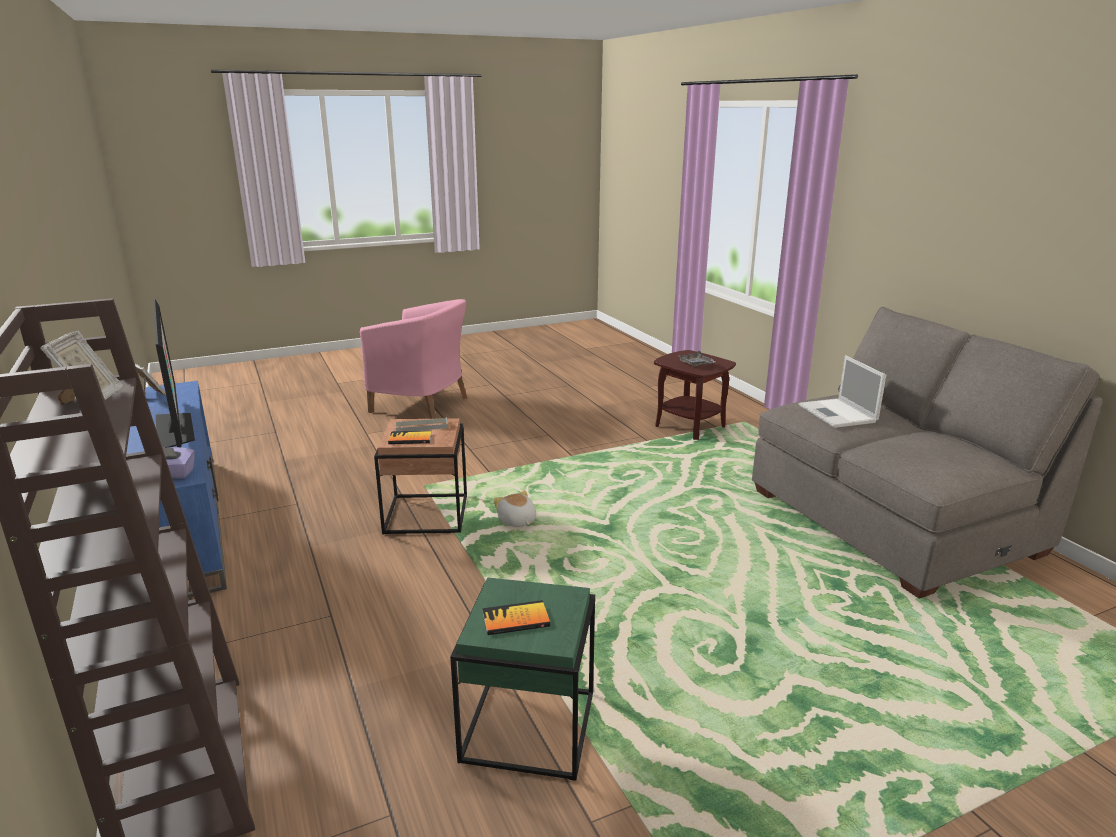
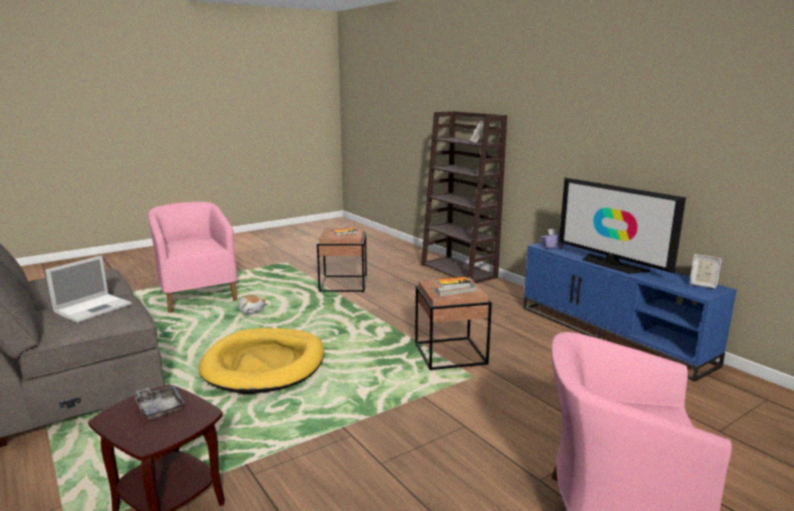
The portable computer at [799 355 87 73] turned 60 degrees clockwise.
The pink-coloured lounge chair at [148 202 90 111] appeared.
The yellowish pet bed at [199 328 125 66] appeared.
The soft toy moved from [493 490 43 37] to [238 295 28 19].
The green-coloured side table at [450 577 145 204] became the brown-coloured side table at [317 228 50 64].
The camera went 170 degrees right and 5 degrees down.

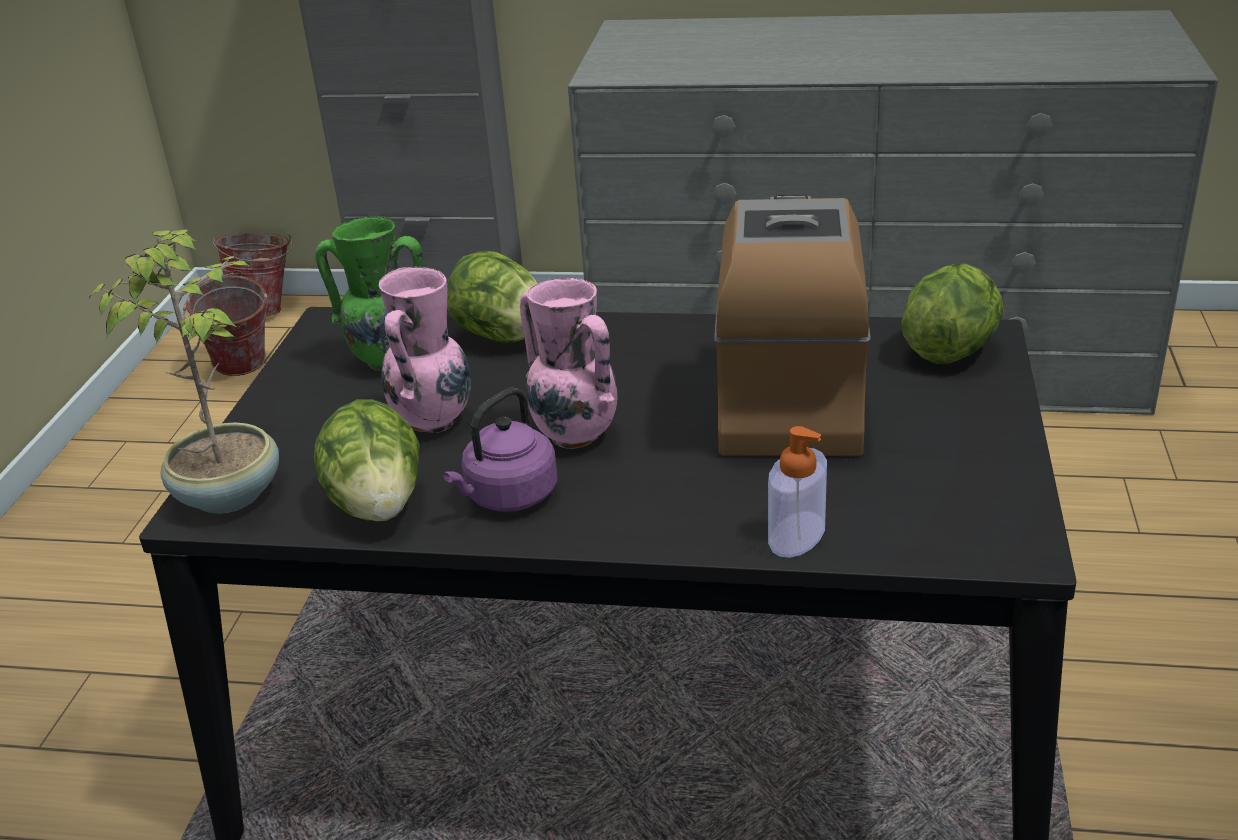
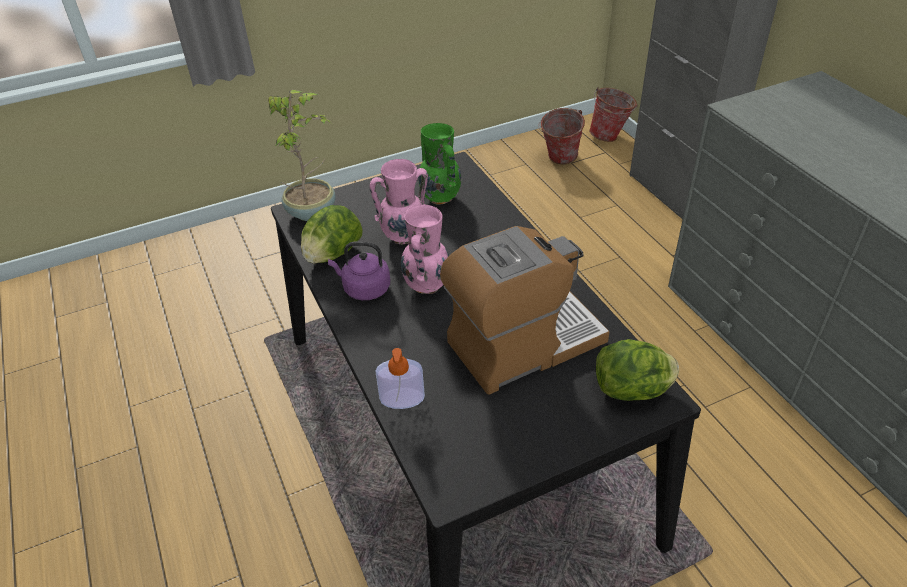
The head of lettuce at [447 251 91 92] disappeared.
The camera went 55 degrees right and 10 degrees up.

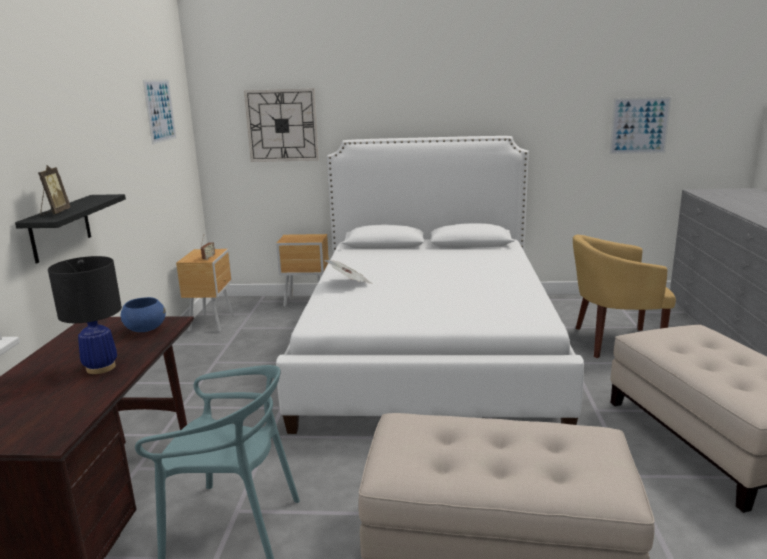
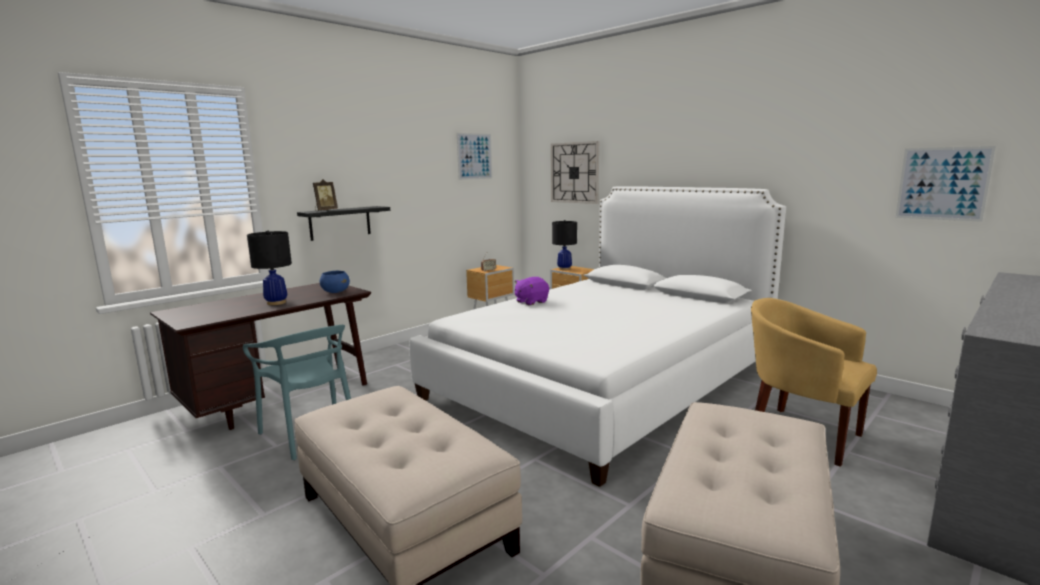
The printed paper at [324 260 49 24] was replaced by the purple-coloured soft toy at [515 277 34 28].
The blackish lamp for a table at [552 220 25 50] appeared.
The camera went 40 degrees right and 5 degrees down.

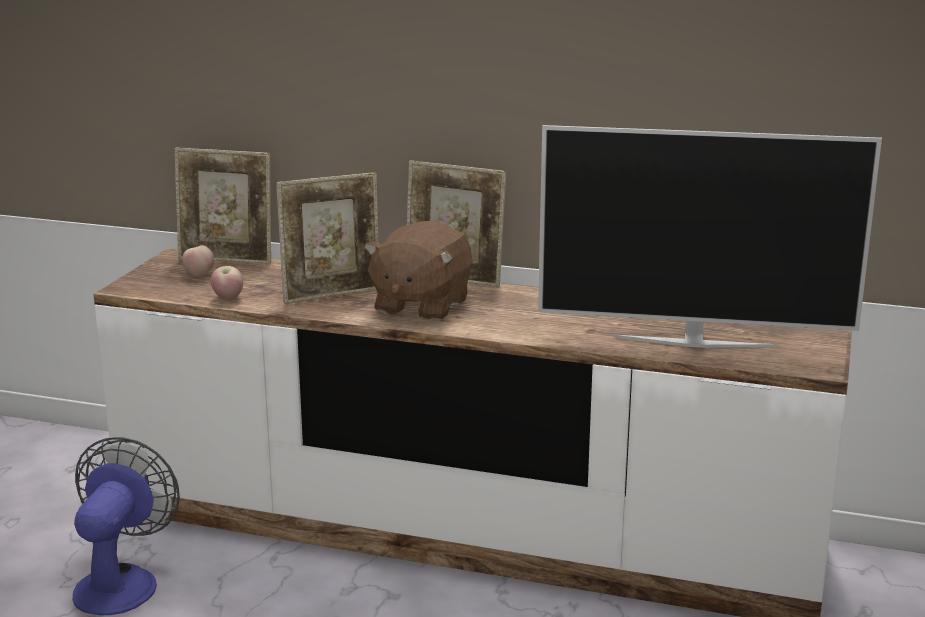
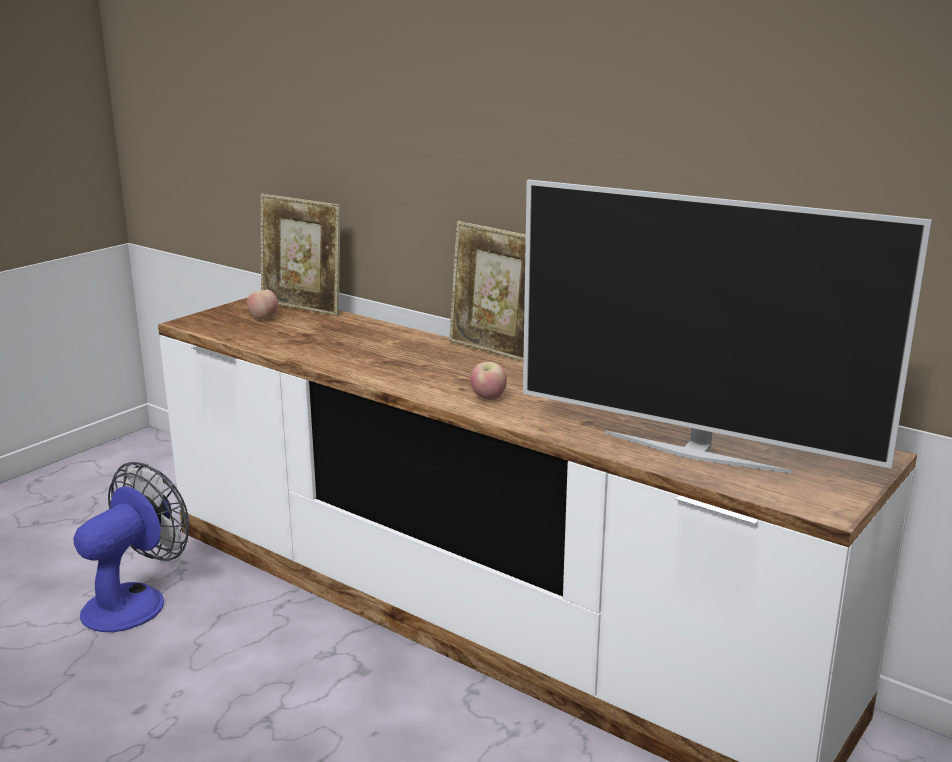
The apple moved from [211 266 32 33] to [470 362 37 38].
The standing frame at [276 173 103 131] disappeared.
The brown-coloured soft toy at [364 221 108 100] disappeared.
The camera went 20 degrees right and 0 degrees up.

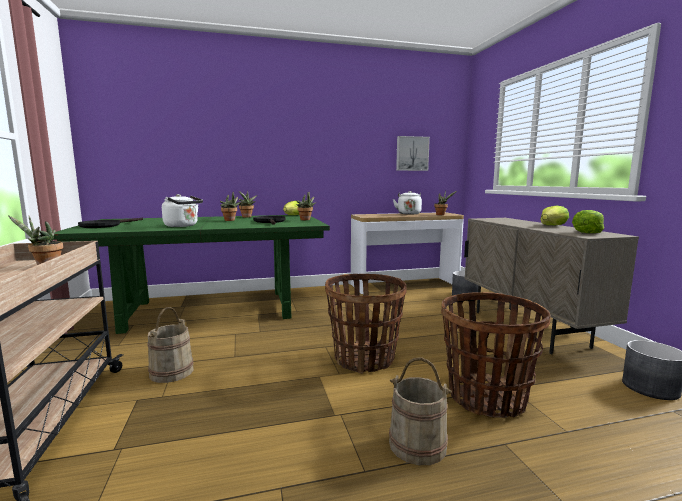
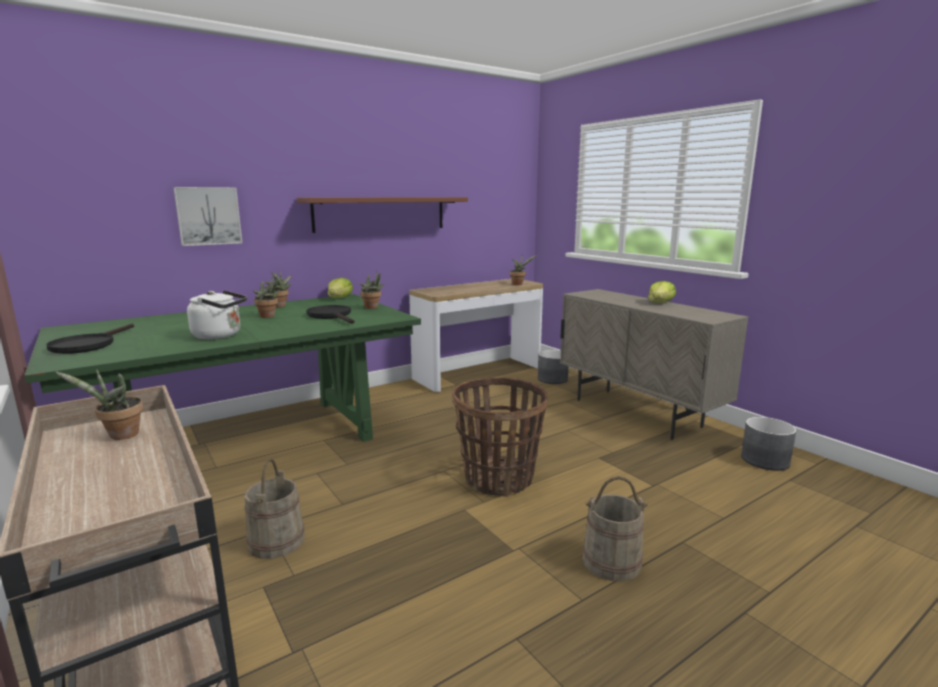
The picture moved from [396 136 34 35] to [173 187 70 59].
The brown-coloured bracket shelf at [297 197 171 36] appeared.
The white-coloured kettle at [393 191 29 24] disappeared.
The basket at [441 292 109 126] disappeared.
The head of lettuce at [572 210 32 23] disappeared.
The camera went 20 degrees left and 5 degrees up.

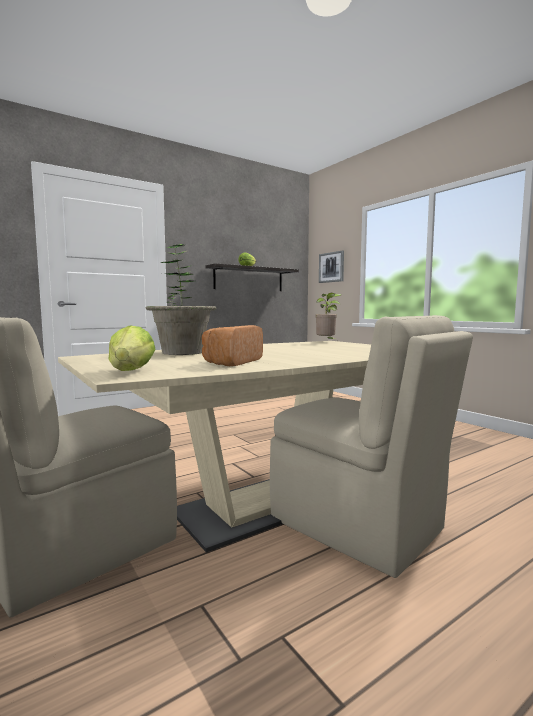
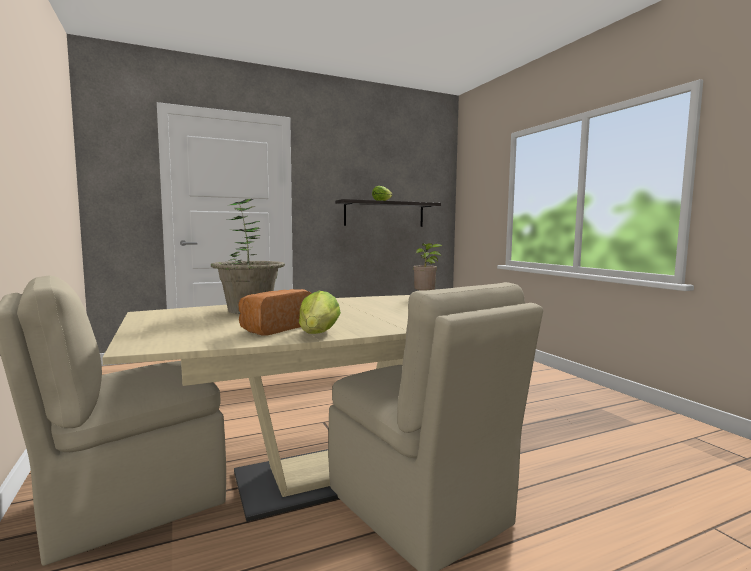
The head of lettuce moved from [109 325 46 46] to [299 291 42 43].
The picture at [319 250 25 33] disappeared.
The camera went 10 degrees right and 0 degrees up.

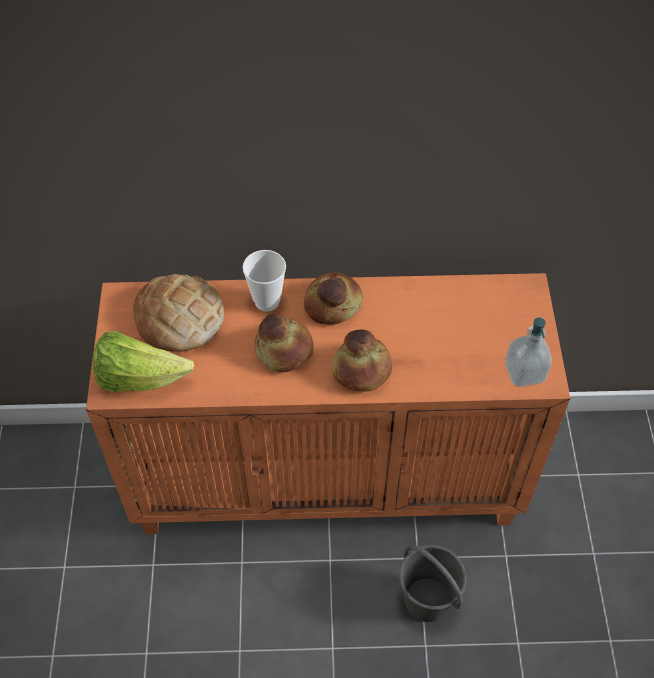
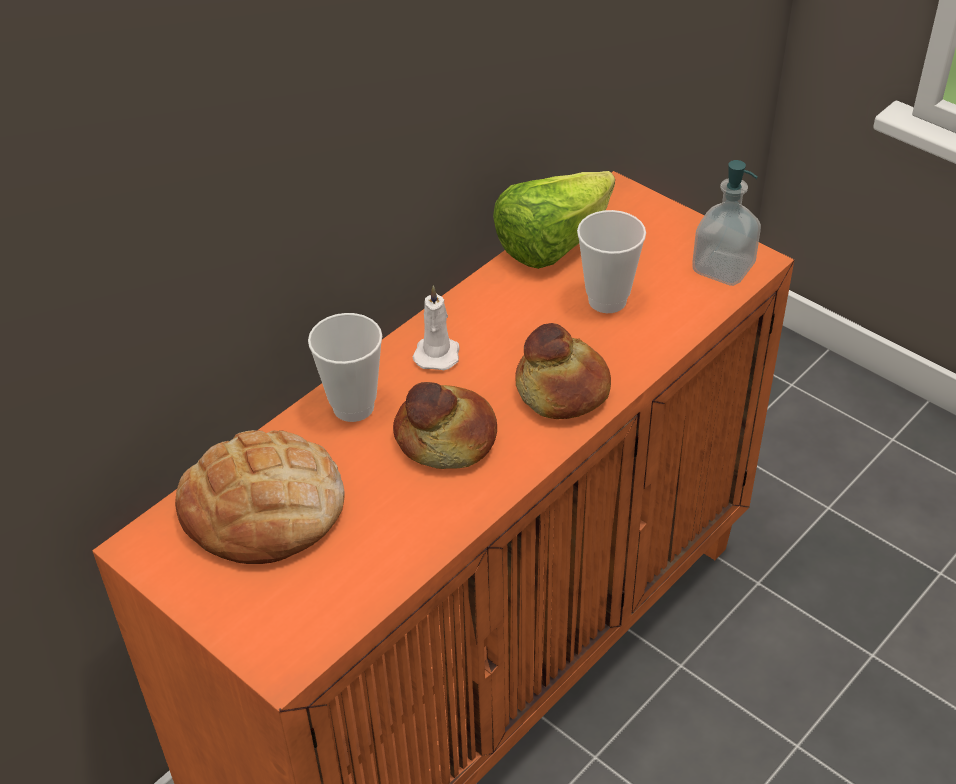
The bakery bread at [304 272 59 53] was replaced by the white-coloured wax candle at [413 285 47 85].
The head of lettuce moved from [93 331 101 61] to [493 171 122 98].
The small cup at [577 210 69 103] appeared.
The gray bucket at [399 544 68 78] disappeared.
The camera went 45 degrees left and 10 degrees down.

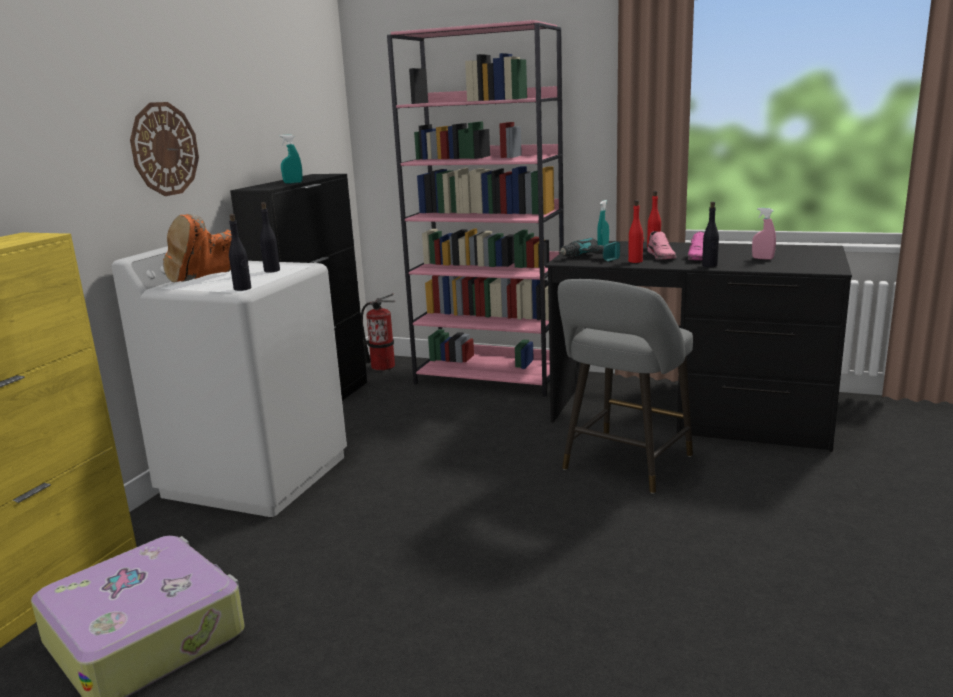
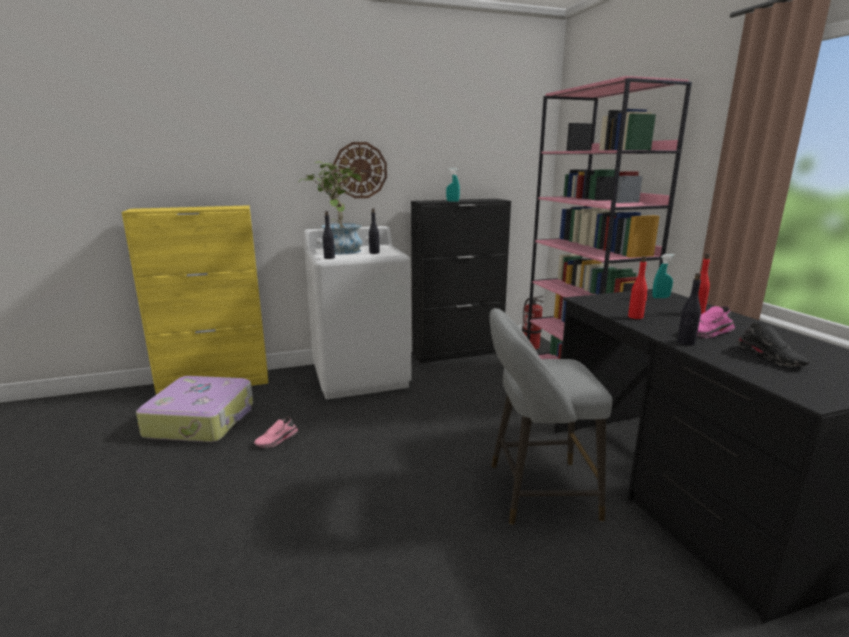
The pink-coloured item of footwear moved from [647 231 30 28] to [254 417 44 31].
The orangey boot at [163 214 69 68] was replaced by the houseplant at [298 161 66 93].
The pink-coloured hand sprayer at [752 208 24 52] was replaced by the blackish item of footwear at [737 323 72 44].
The drill at [559 238 61 23] disappeared.
The camera went 50 degrees right and 0 degrees up.

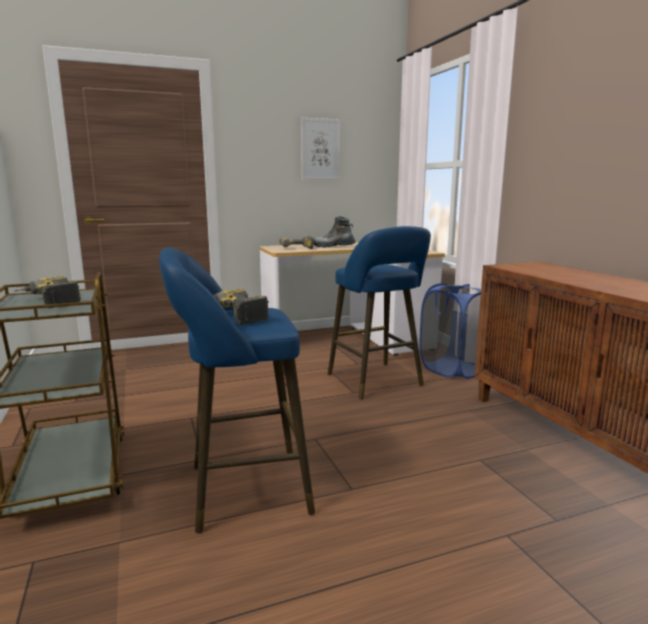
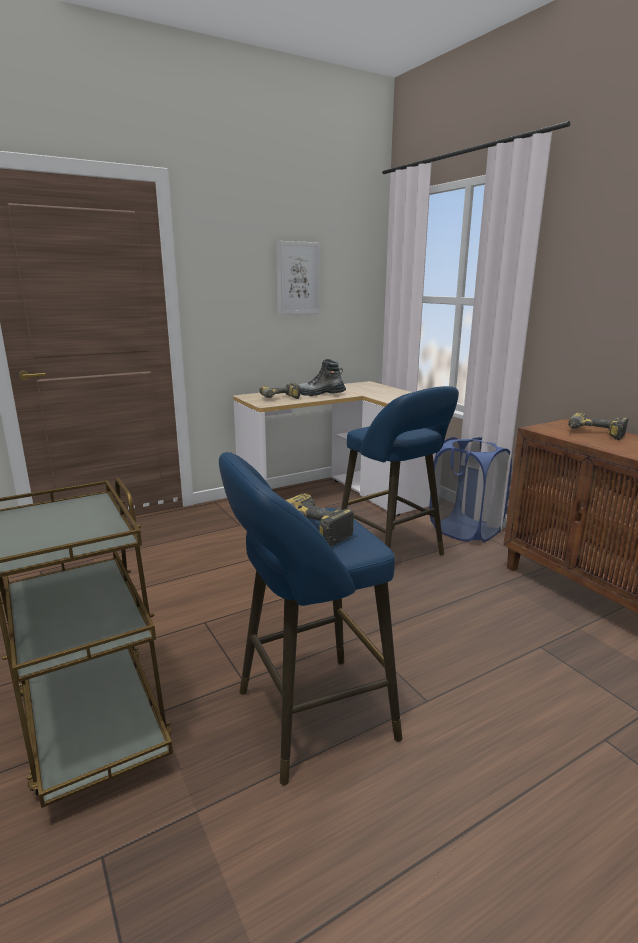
The drill moved from [14 276 67 32] to [568 412 61 28].
The camera went 10 degrees left and 5 degrees up.

